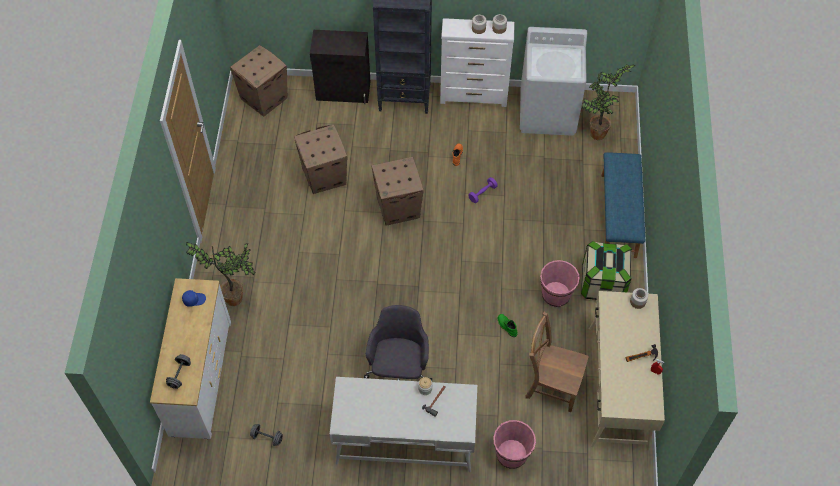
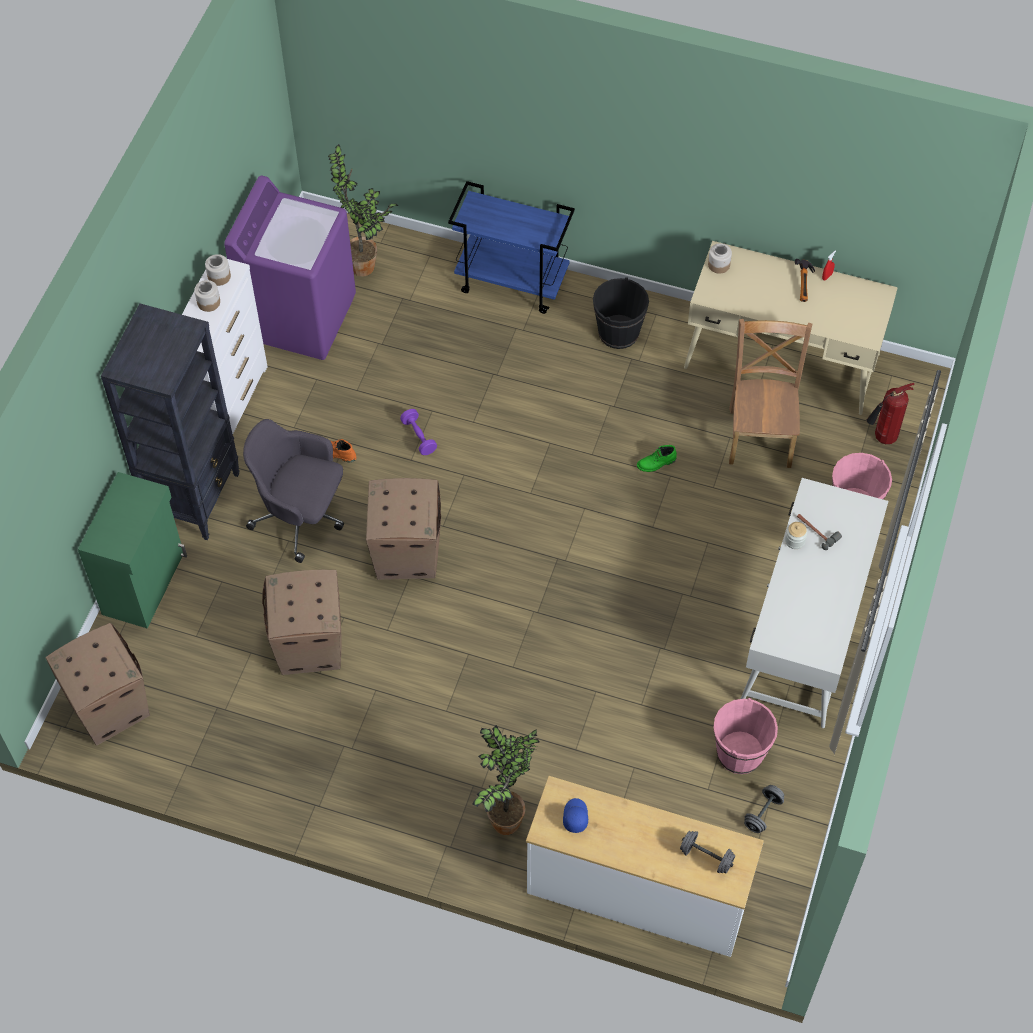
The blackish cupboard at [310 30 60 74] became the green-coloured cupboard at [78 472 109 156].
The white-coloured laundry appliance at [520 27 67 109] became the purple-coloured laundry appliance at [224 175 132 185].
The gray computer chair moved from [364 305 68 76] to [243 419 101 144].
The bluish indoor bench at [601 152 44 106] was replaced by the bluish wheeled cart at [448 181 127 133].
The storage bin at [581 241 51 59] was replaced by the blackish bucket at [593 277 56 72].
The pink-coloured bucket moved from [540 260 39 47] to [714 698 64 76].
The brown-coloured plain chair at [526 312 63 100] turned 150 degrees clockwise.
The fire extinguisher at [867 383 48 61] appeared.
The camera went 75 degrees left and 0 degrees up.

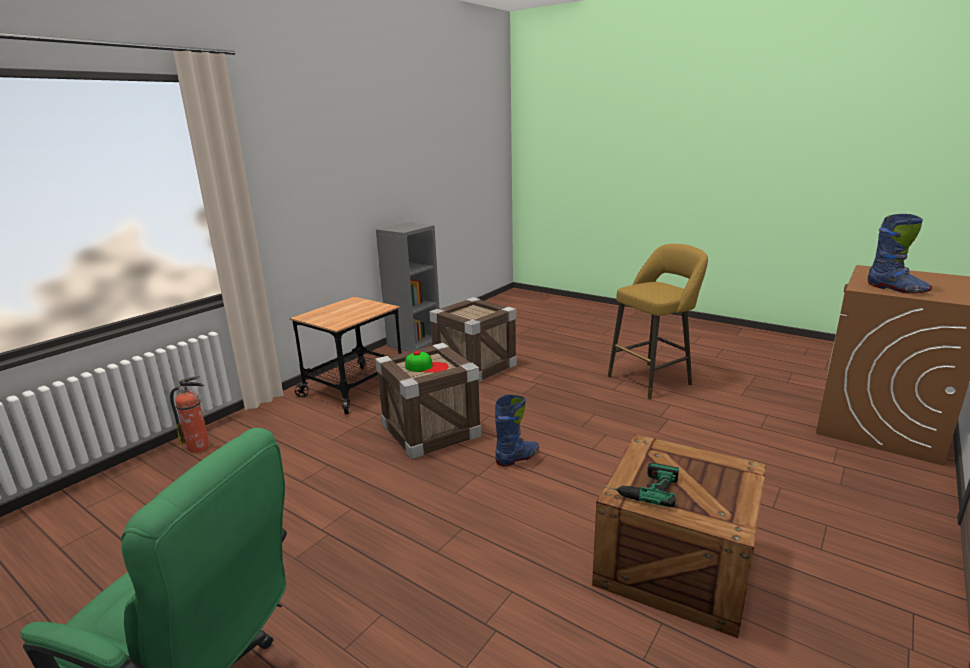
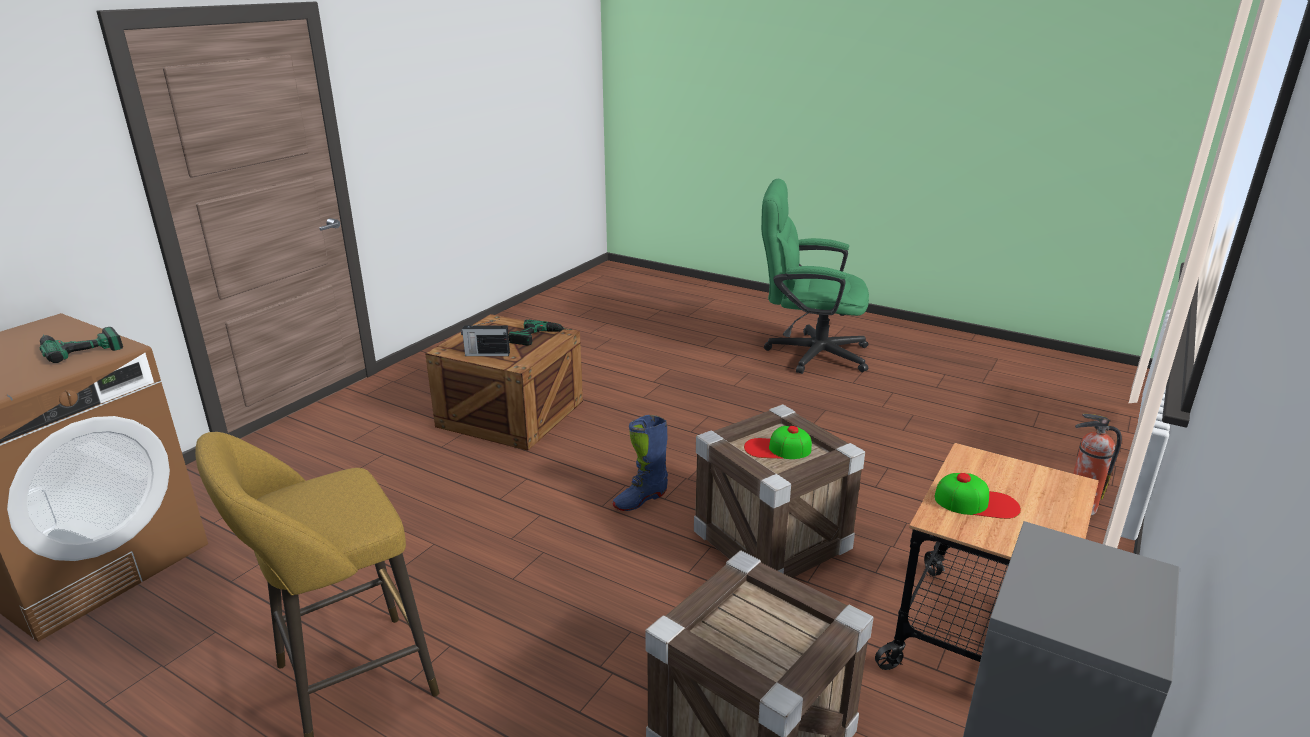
The bluish boot at [868 214 64 79] was replaced by the drill at [40 327 83 36].
The radio receiver at [461 319 49 37] appeared.
The peaked cap at [934 473 87 46] appeared.
The camera went 175 degrees right and 5 degrees up.

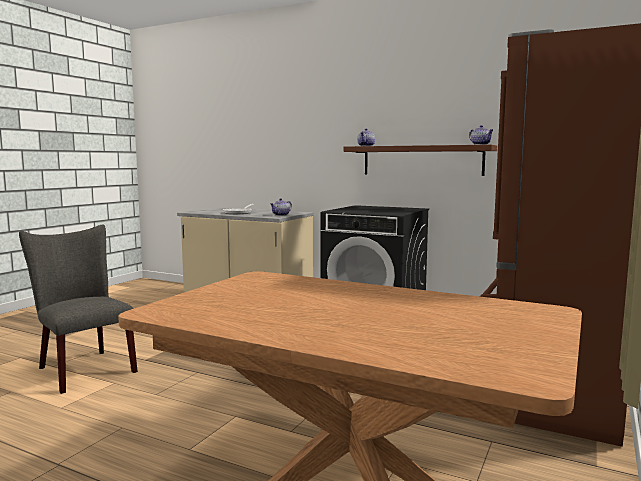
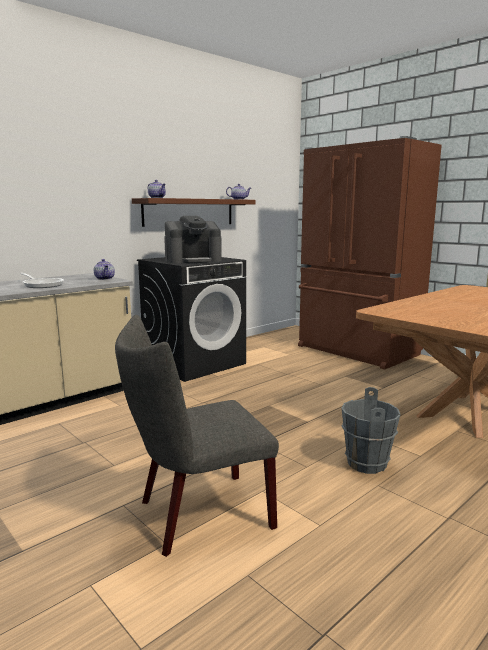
The coffee machine at [164 216 58 47] appeared.
The gray bucket at [341 387 60 87] appeared.
The camera went 70 degrees left and 5 degrees up.

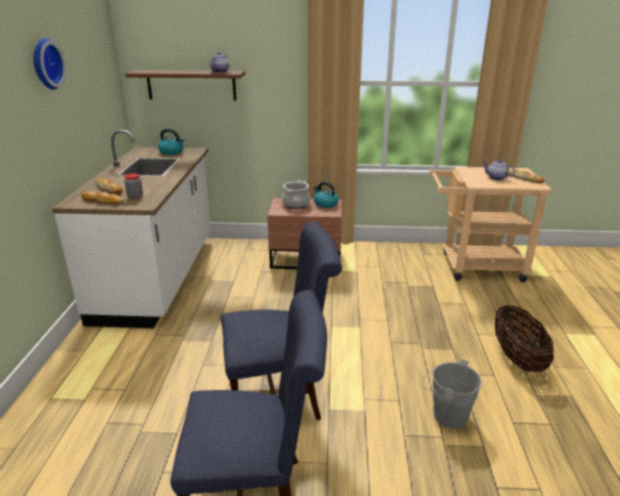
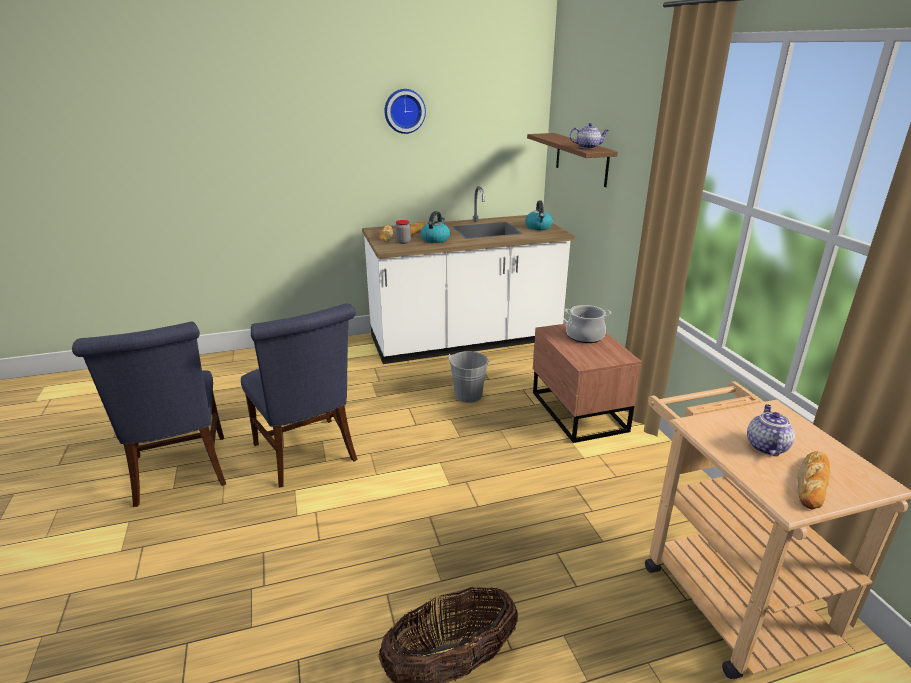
The kettle moved from [314 182 25 26] to [421 211 29 32].
The gray bucket moved from [423 359 59 70] to [448 351 42 52].
The camera went 70 degrees right and 0 degrees up.

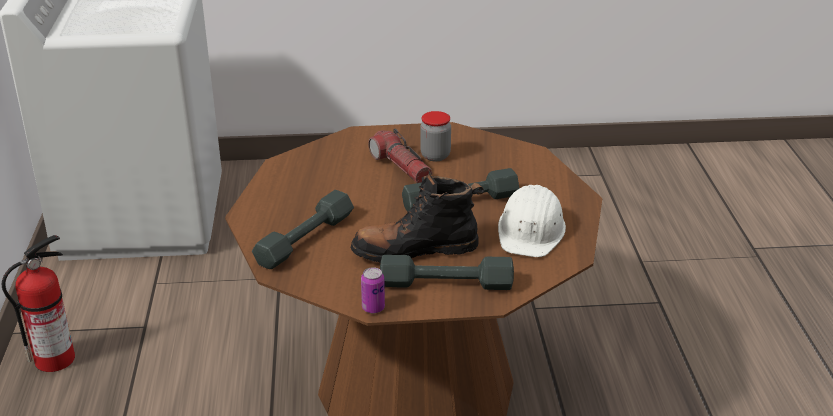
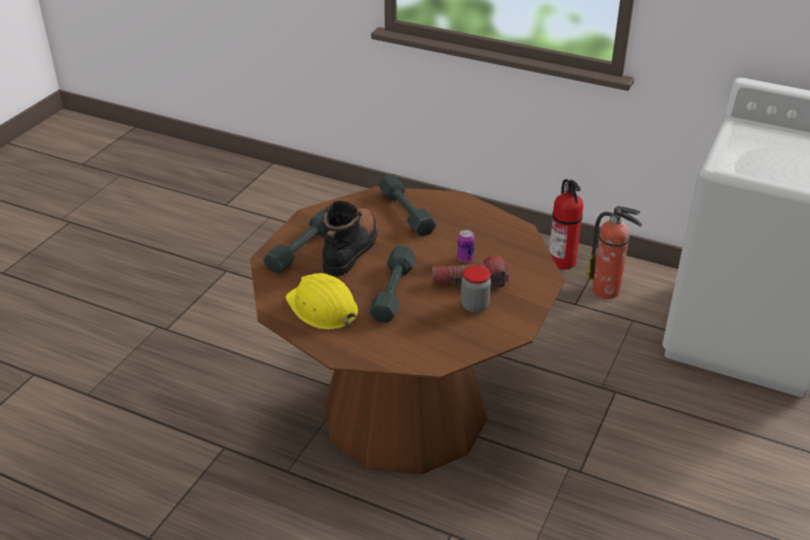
The white-coloured work helmet at [498 185 68 72] became the yellowish work helmet at [285 273 73 57].
The metal can moved from [361 267 24 47] to [457 229 18 33].
The fire extinguisher at [586 206 56 93] appeared.
The camera went 120 degrees right and 5 degrees up.

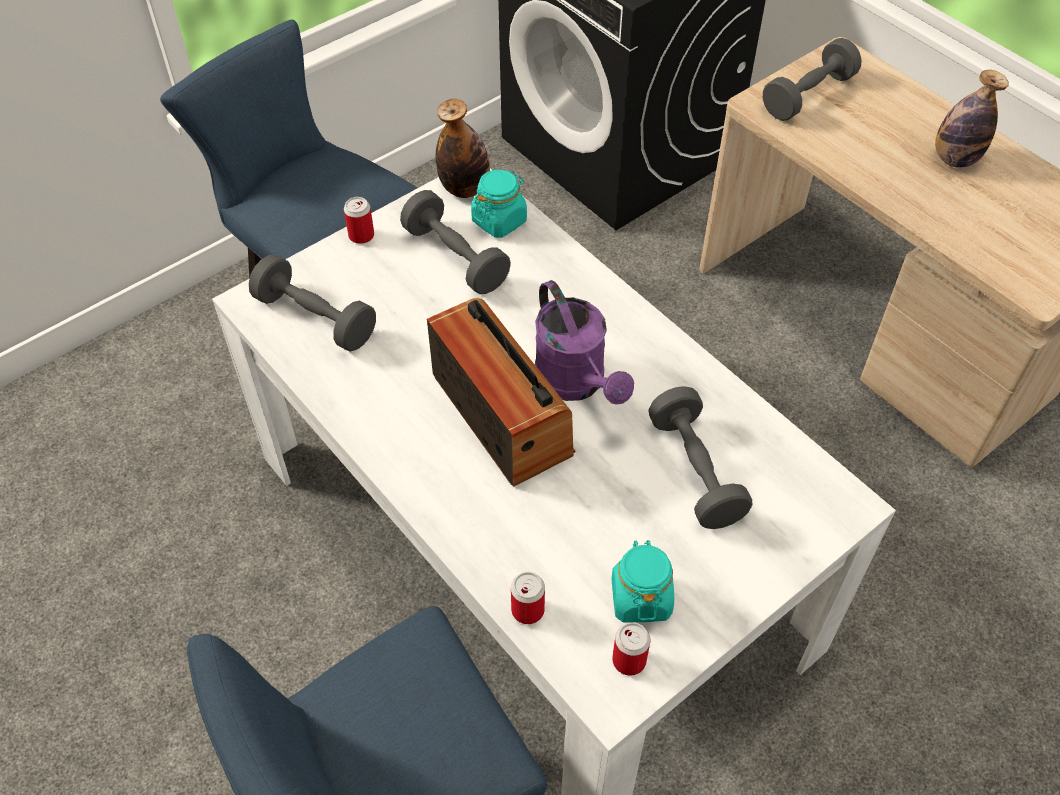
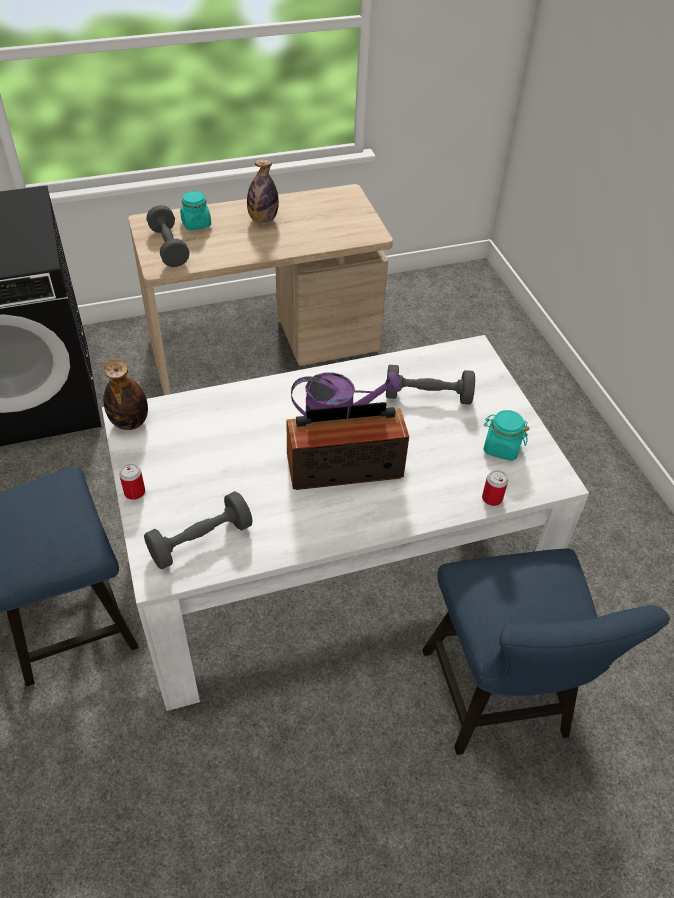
The blue-green storage jar moved from [471 170 56 68] to [180 191 31 40].
The gray free weight at [400 190 111 104] disappeared.
The metal can at [612 622 38 54] disappeared.
The camera went 70 degrees left and 5 degrees down.

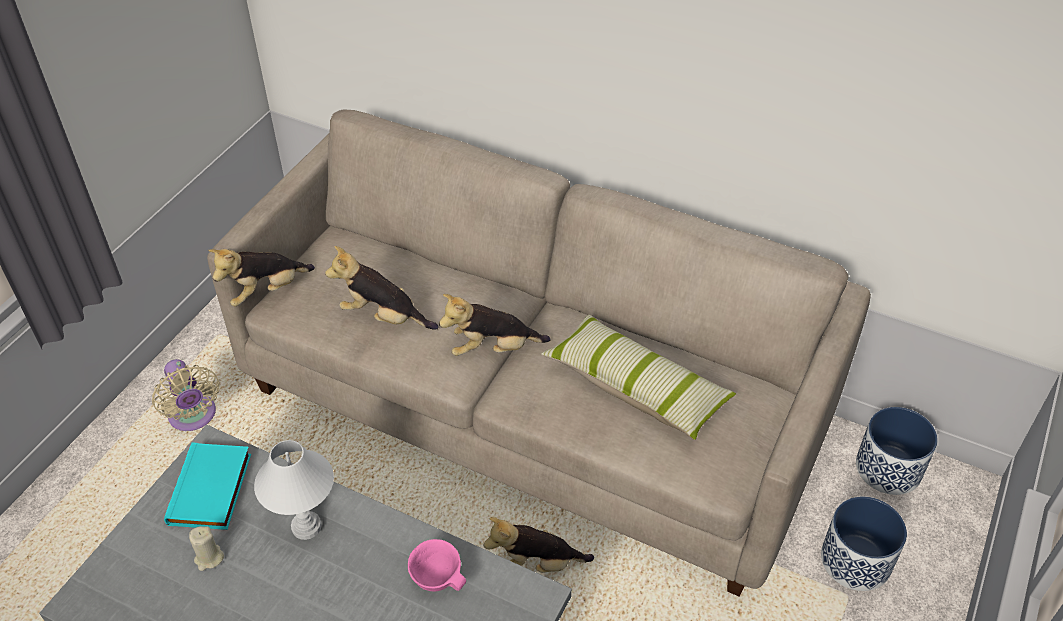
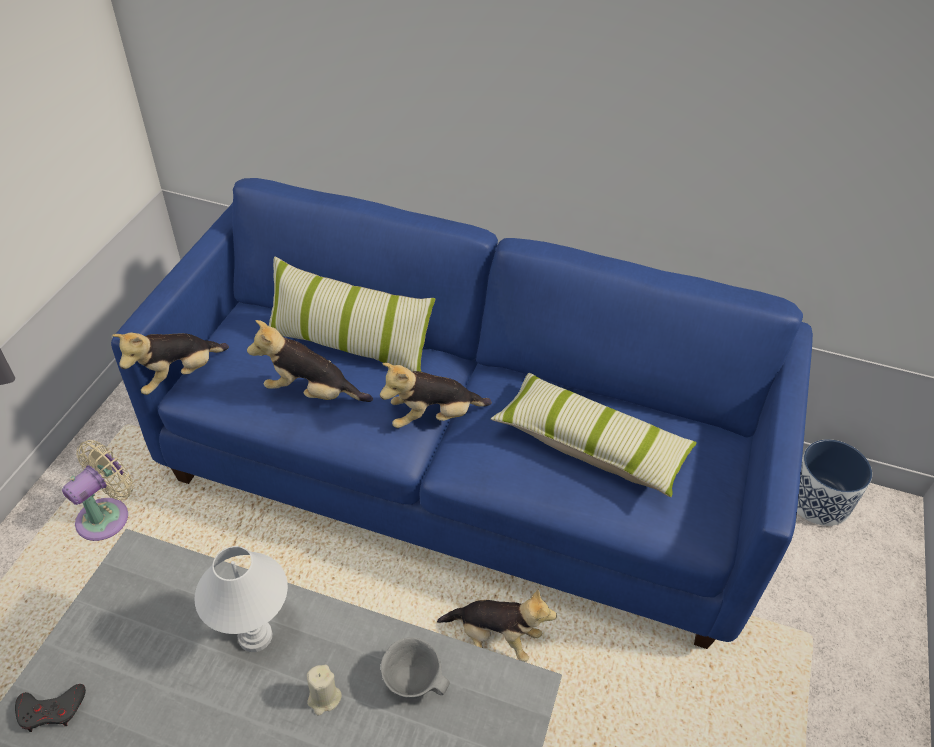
The gray gamepad at [15 684 71 48] appeared.
The beige electric fan at [152 359 68 72] turned 105 degrees counterclockwise.
The beige sofa at [207 110 664 487] became the bluish sofa at [111 178 702 471].
The cushion at [268 256 167 116] appeared.
The beige wax candle moved from [189 526 35 45] to [307 665 35 50].
The pink-coloured bowl at [408 539 58 53] became the gray bowl at [381 637 69 62].
The soft toy at [484 517 110 56] turned 150 degrees counterclockwise.
The blue-green bound book at [164 442 87 88] disappeared.
The flower pot at [821 496 86 95] disappeared.
The camera went 10 degrees left and 0 degrees up.

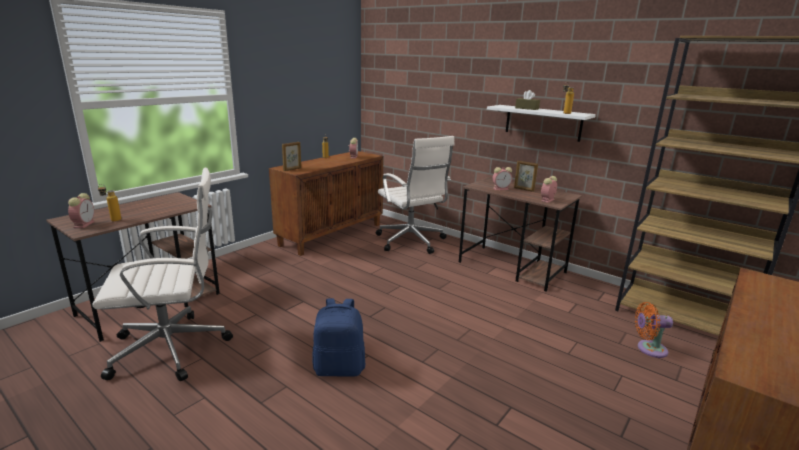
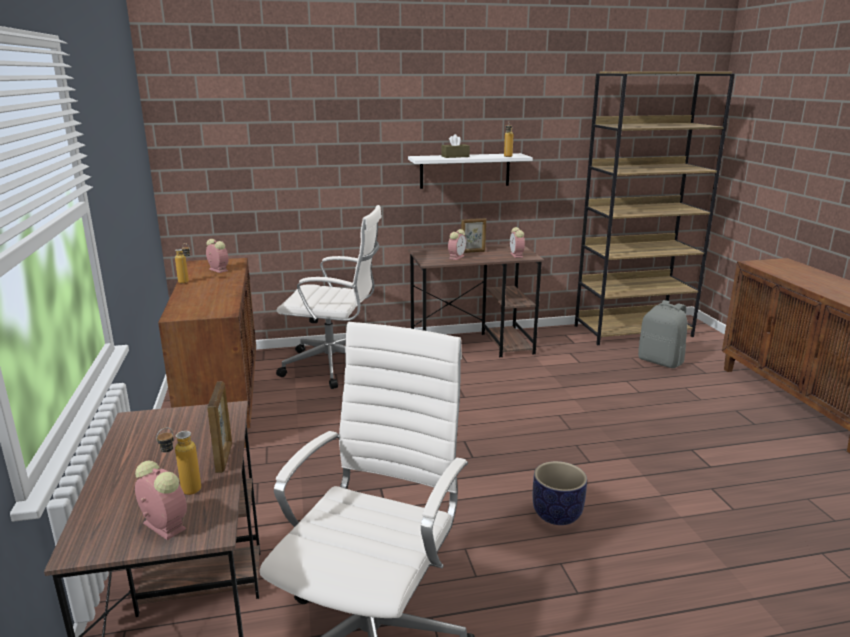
The standing frame moved from [282 142 19 29] to [207 381 25 92].
The bluish backpack at [313 298 52 79] was replaced by the flower pot at [533 461 54 64].
The orangey electric fan at [635 302 38 56] was replaced by the gray backpack at [638 300 49 68].
The camera went 50 degrees left and 0 degrees up.

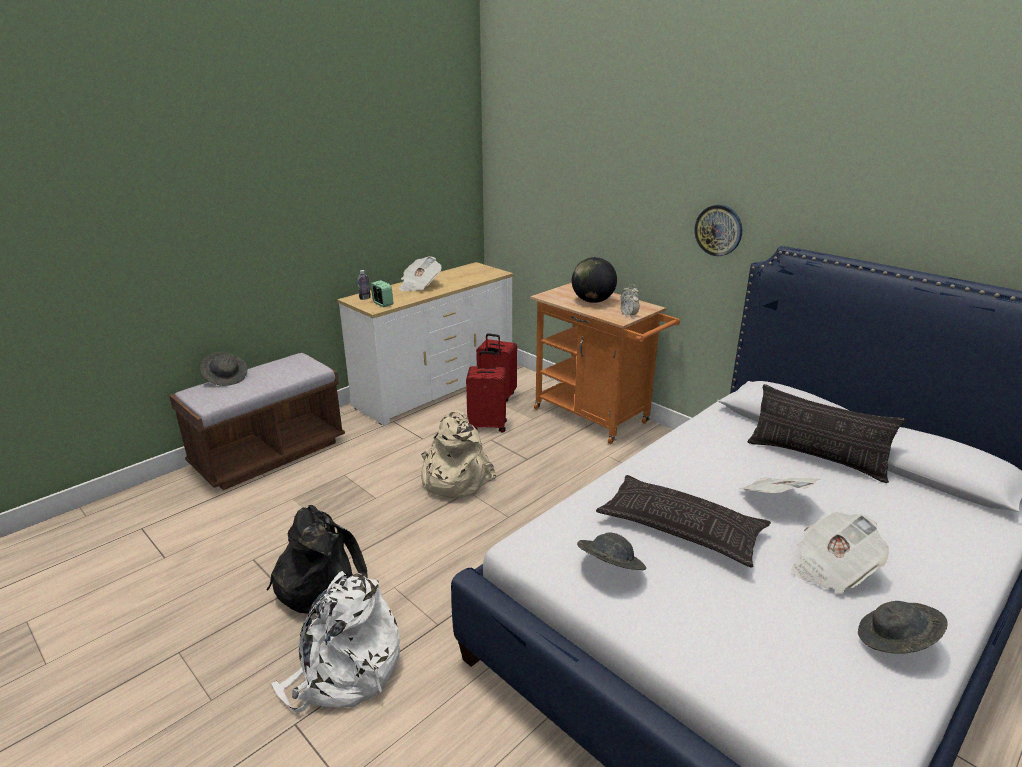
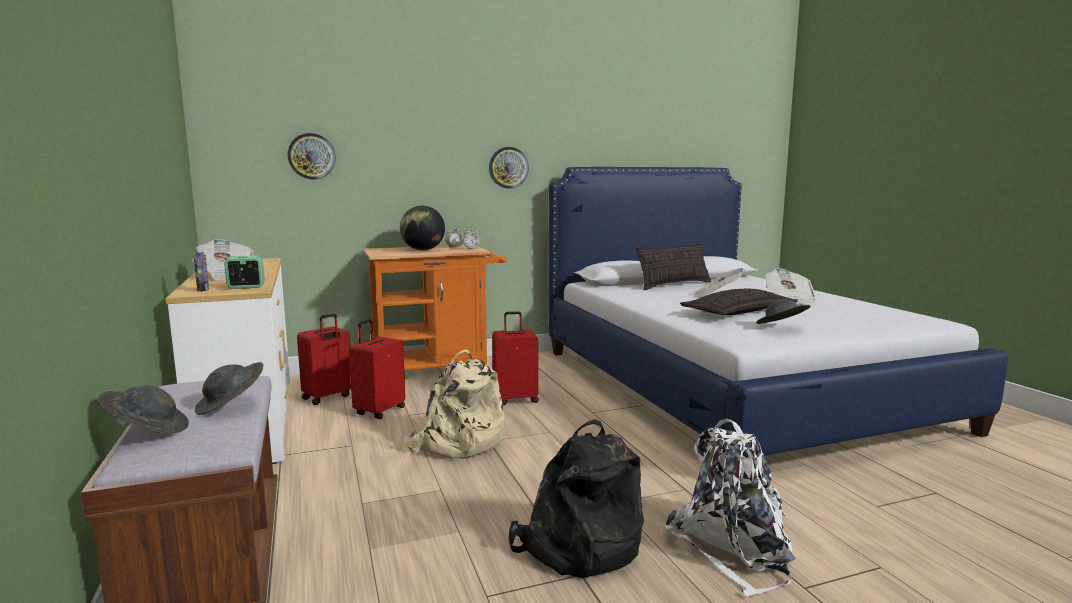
The gray hat moved from [858 601 90 53] to [195 362 68 53].
The wall clock at [287 133 49 47] appeared.
The red piece of luggage at [492 311 47 94] appeared.
The camera went 65 degrees left and 15 degrees down.

